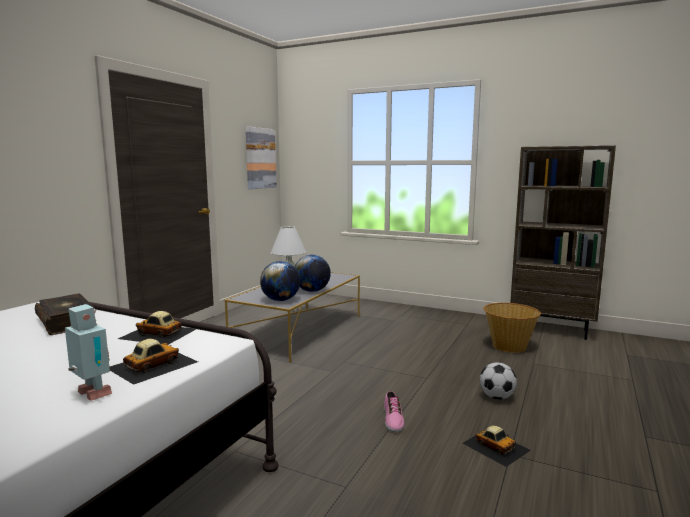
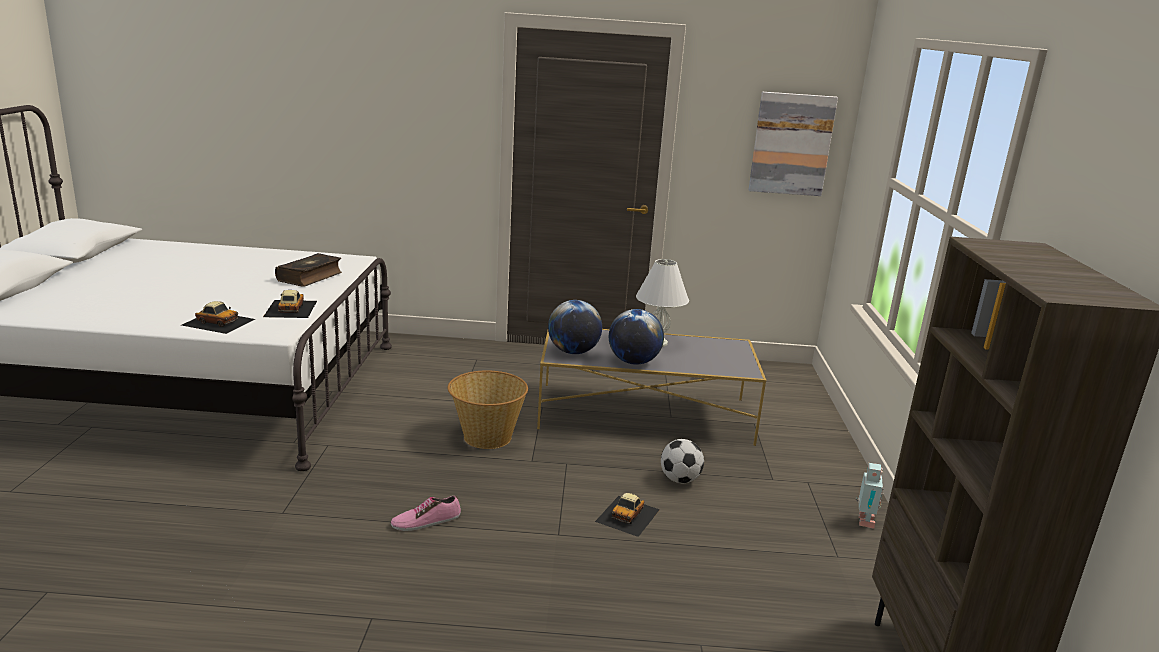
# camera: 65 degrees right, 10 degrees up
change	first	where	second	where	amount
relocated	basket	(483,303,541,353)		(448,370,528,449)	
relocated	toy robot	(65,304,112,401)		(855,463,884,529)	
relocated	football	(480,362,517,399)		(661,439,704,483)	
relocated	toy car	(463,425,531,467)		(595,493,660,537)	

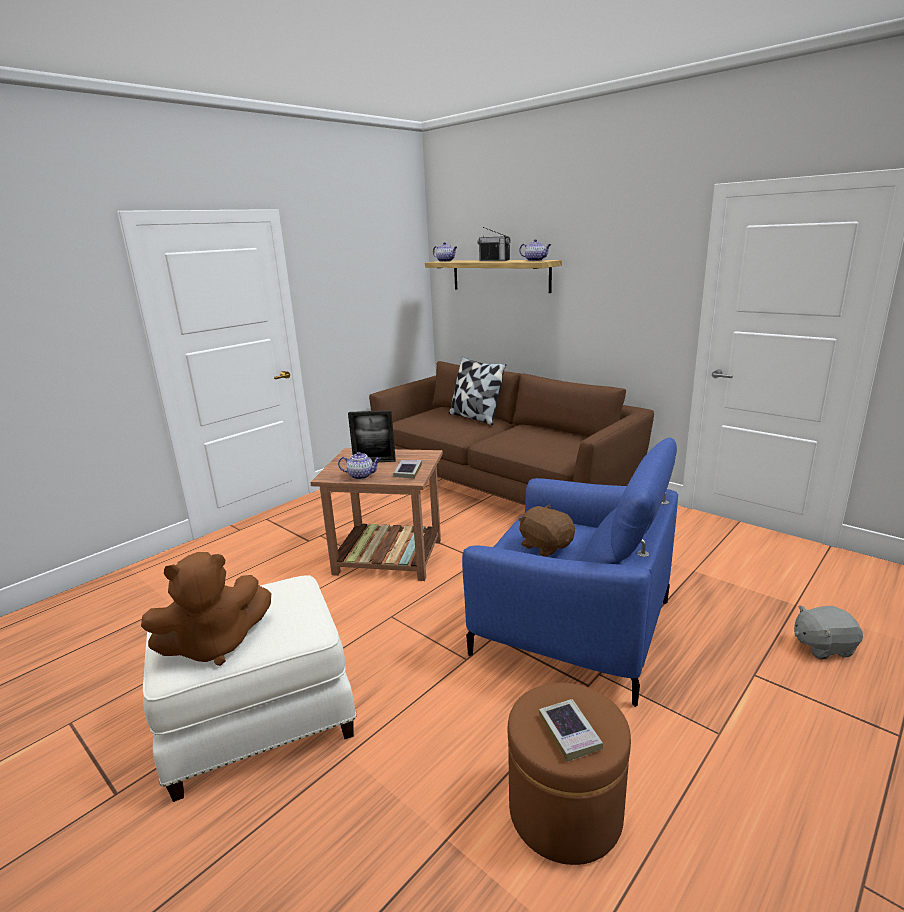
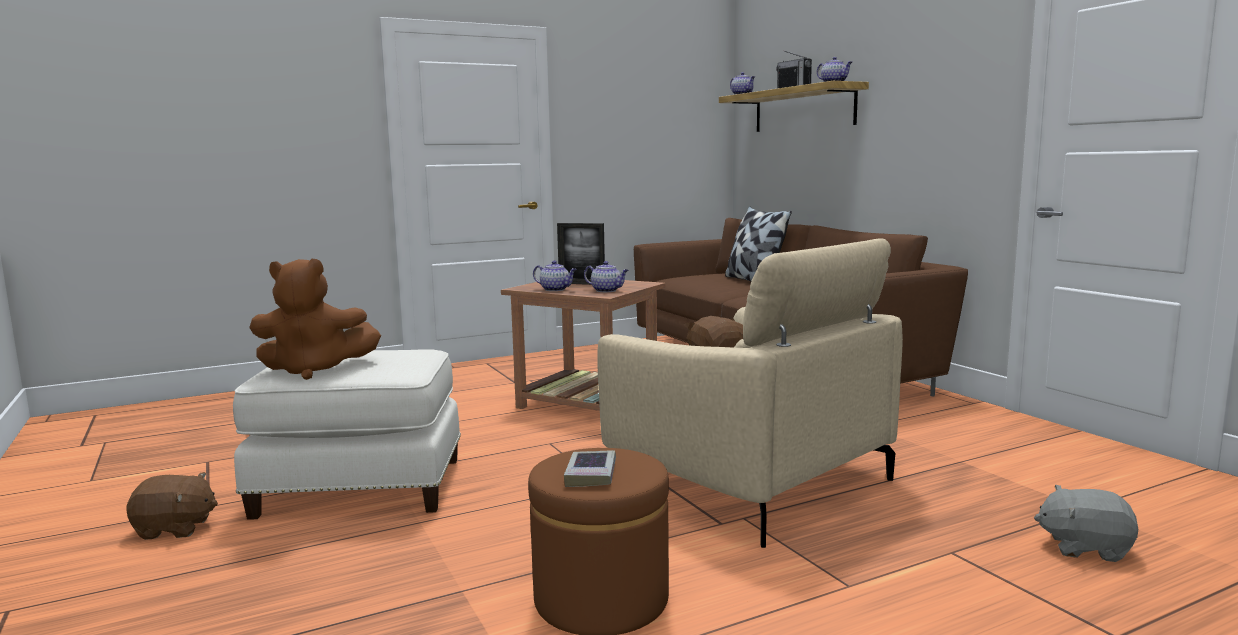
# camera: 20 degrees right, 10 degrees down
change	first	where	second	where	amount
colour	armchair (blue)	(462,438,678,707)	armchair (beige)	(597,238,903,548)	
exchanged	book	(393,460,422,479)	teapot	(584,261,629,292)	
appeared			plush toy (brown)	(126,472,218,540)	

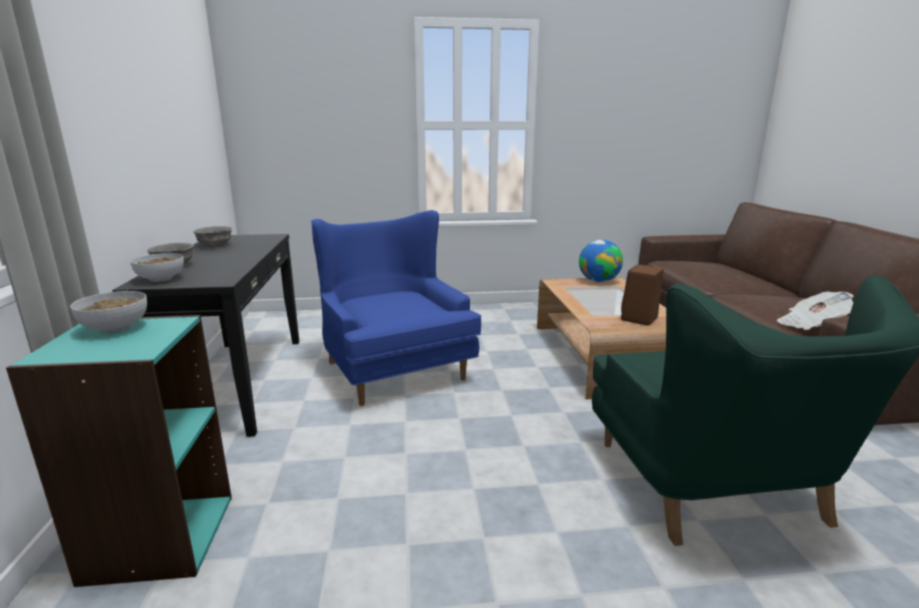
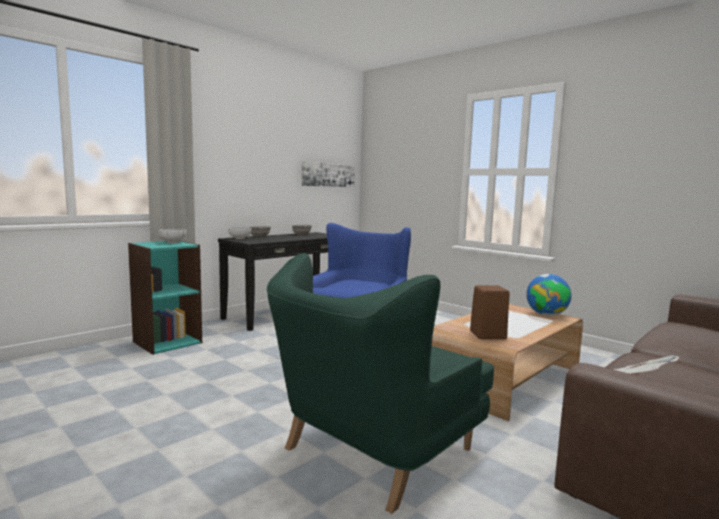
# camera: 50 degrees right, 10 degrees down
change	first	where	second	where	amount
appeared			picture	(302,161,355,187)	

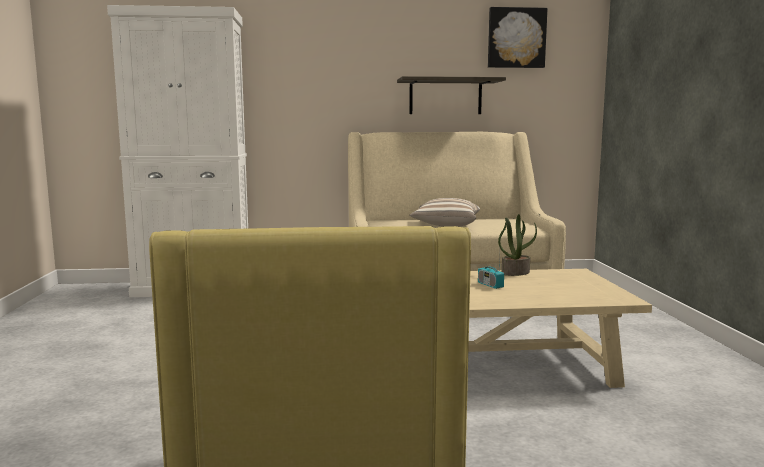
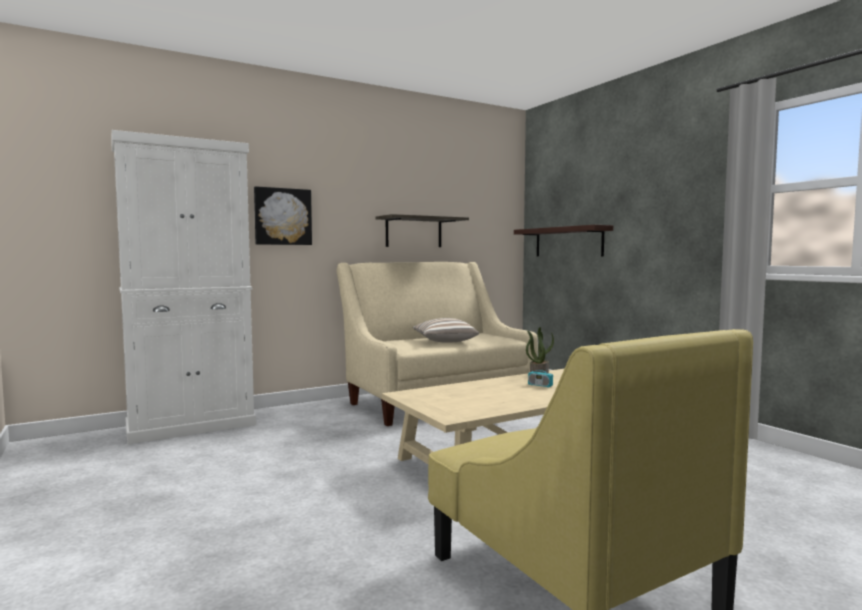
# camera: 25 degrees left, 5 degrees down
change	first	where	second	where	amount
relocated	picture	(488,7,547,68)		(254,186,312,245)	
appeared			shelf	(514,225,613,257)	

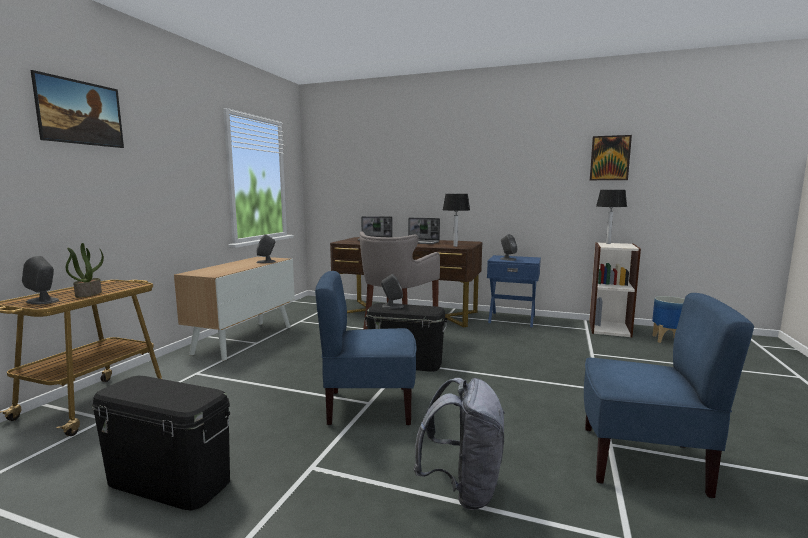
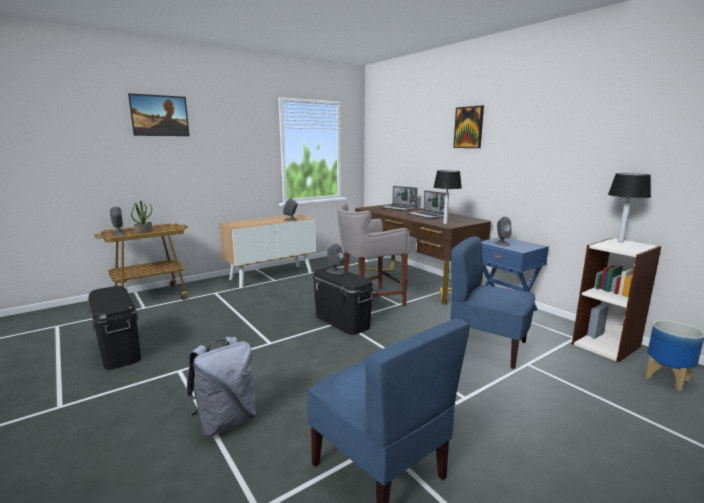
# camera: 35 degrees right, 5 degrees up
change	first	where	second	where	amount
relocated	picture	(590,135,632,180)		(453,105,484,148)	
relocated	chair (blue)	(315,271,417,426)		(451,237,535,369)	

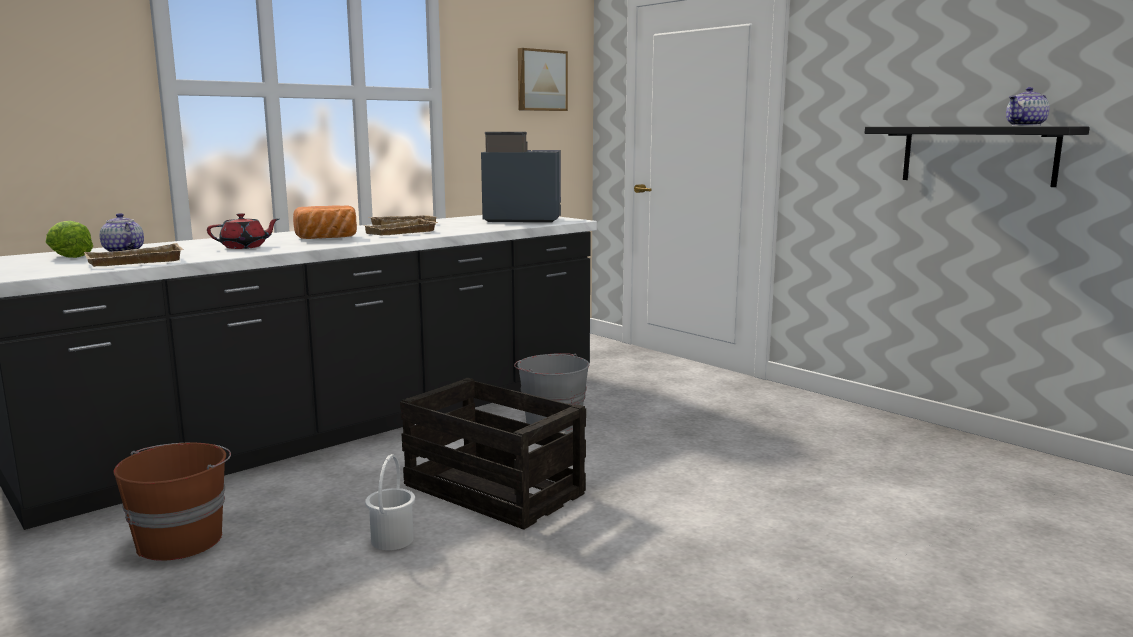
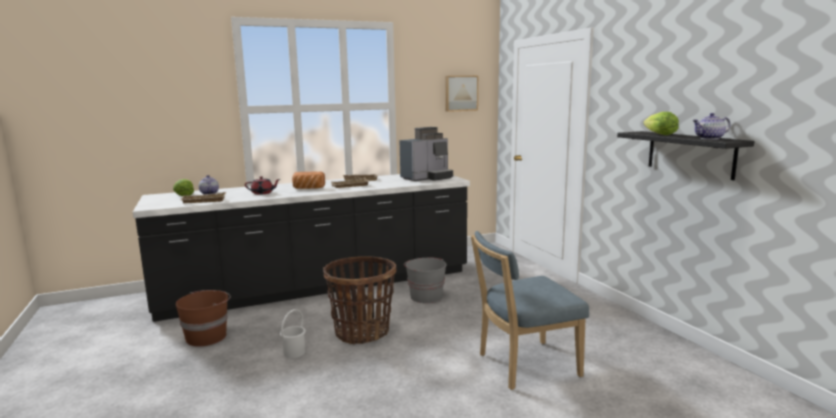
# camera: 20 degrees right, 0 degrees up
change	first	where	second	where	amount
spun	coffee machine	(481,132,561,223)		(399,127,453,181)	120 degrees clockwise
exchanged	crate	(400,378,586,530)	basket	(323,256,396,345)	
appeared			lettuce	(643,112,679,135)	
appeared			chair (blue)	(471,231,589,390)	

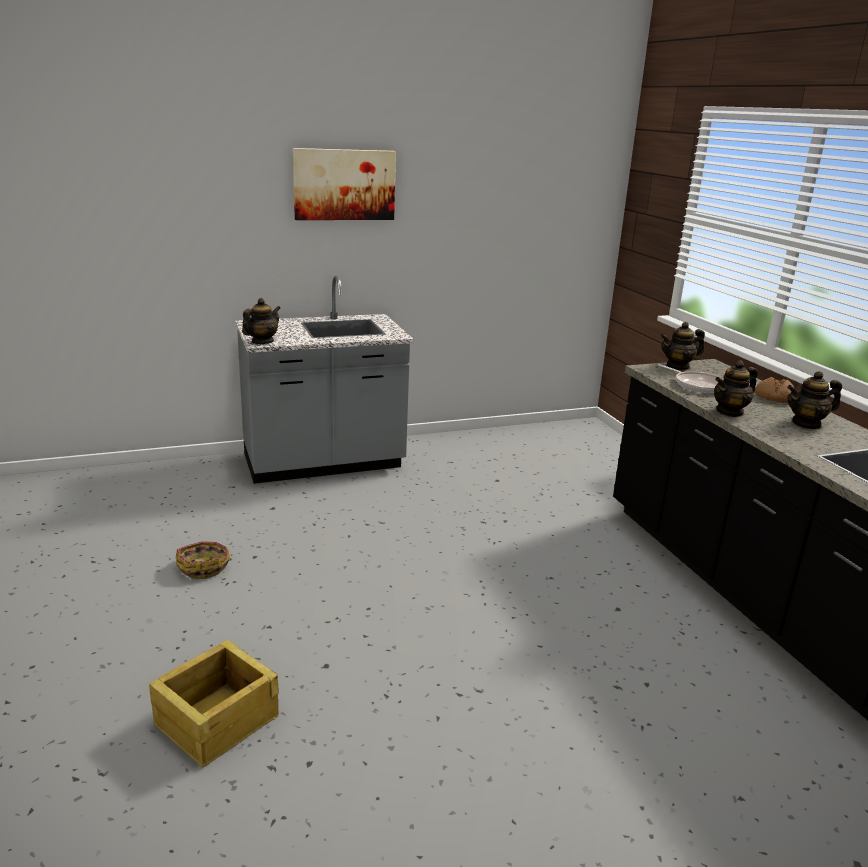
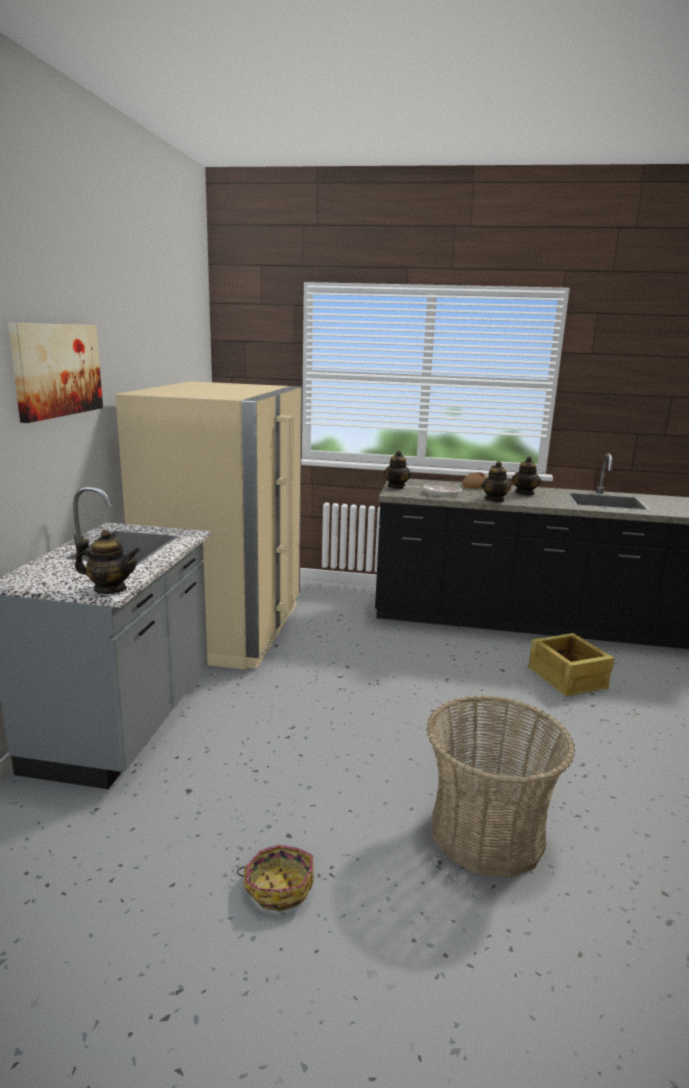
# camera: 60 degrees left, 5 degrees down
change	first	where	second	where	amount
spun	teapot	(242,298,280,344)		(75,530,140,594)	120 degrees clockwise
relocated	crate	(149,639,278,768)		(528,633,614,697)	
appeared			fridge (beige)	(115,381,302,670)	
appeared			basket	(426,695,575,878)	

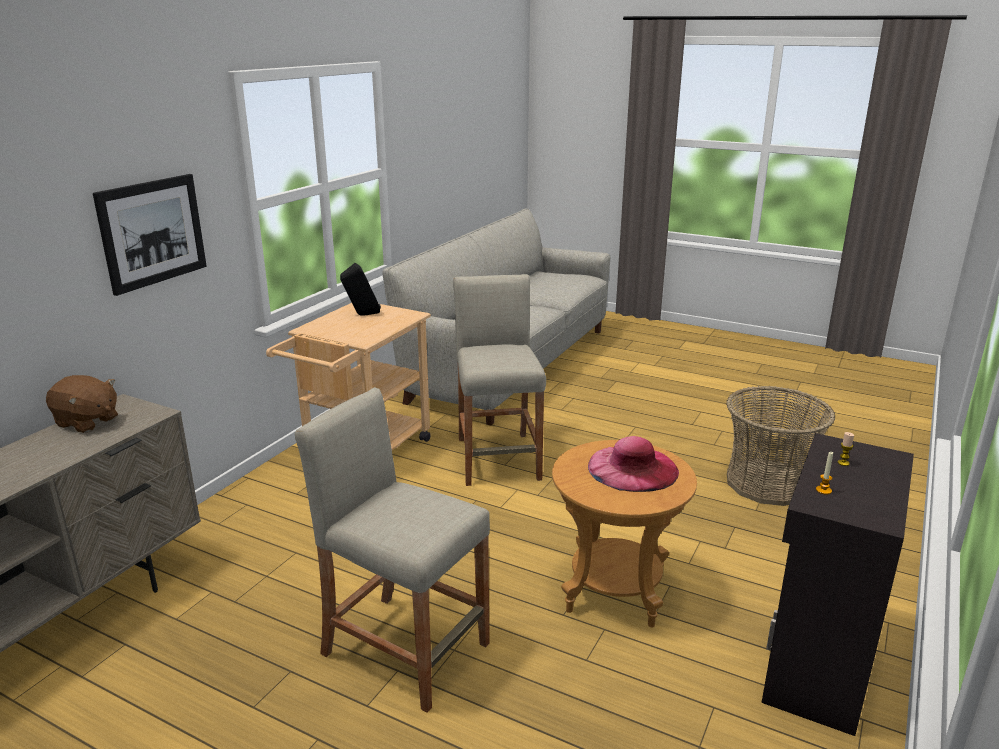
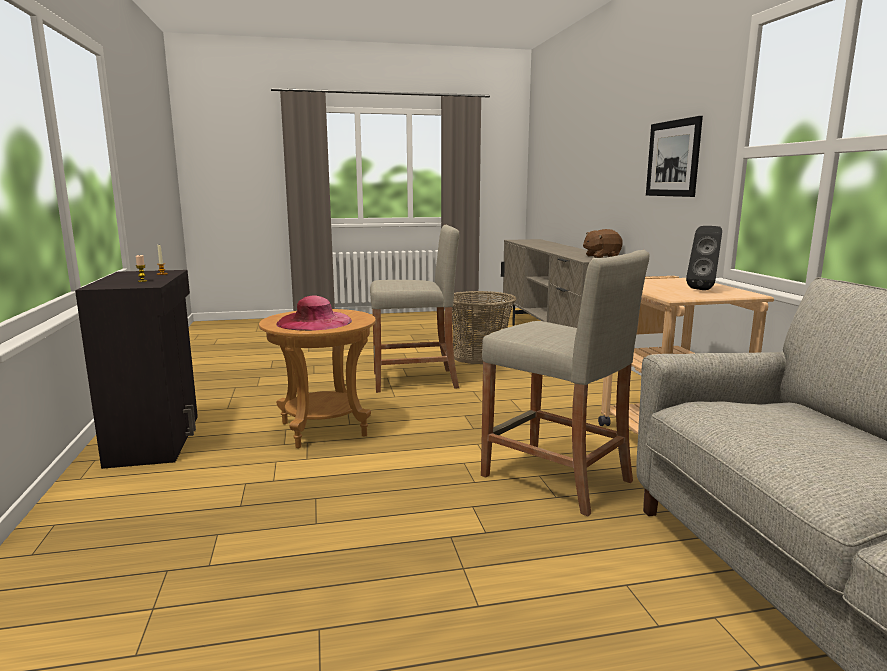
# camera: 140 degrees right, 10 degrees down
change	first	where	second	where	amount
relocated	basket	(726,386,835,506)		(452,291,517,364)	

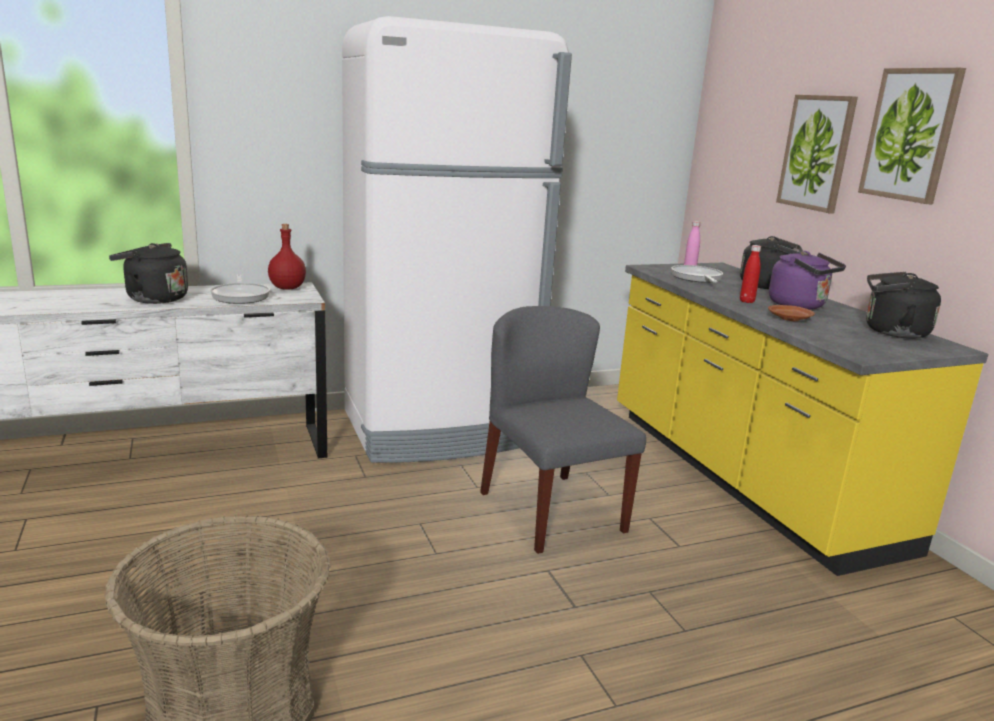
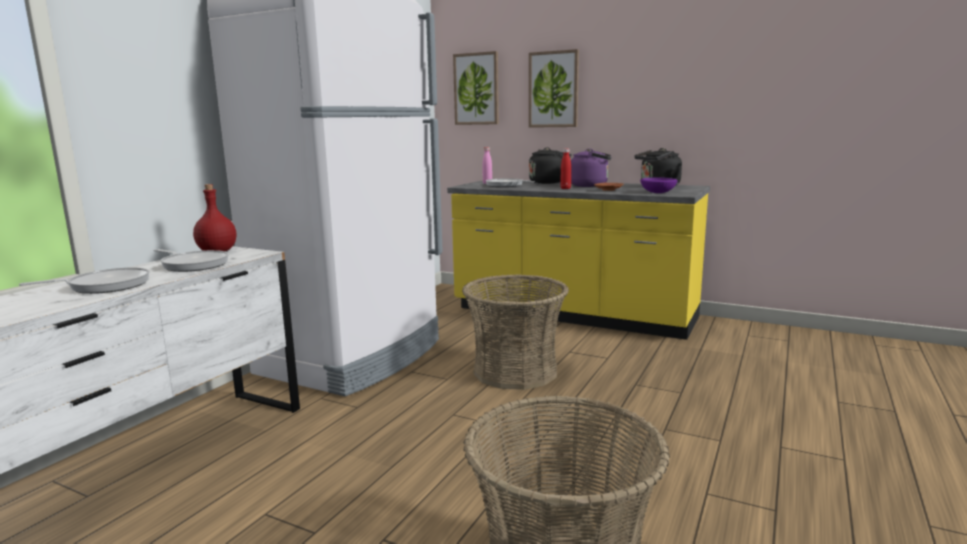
# camera: 40 degrees left, 5 degrees down
change	first	where	second	where	amount
relocated	picture	(858,68,966,204)		(453,51,499,125)	
exchanged	kettle (black)	(109,243,188,304)	frying pan	(19,267,150,294)	
exchanged	chair (grey)	(480,306,646,554)	basket	(462,274,569,390)	
appeared			bowl (purple)	(640,177,678,193)	

